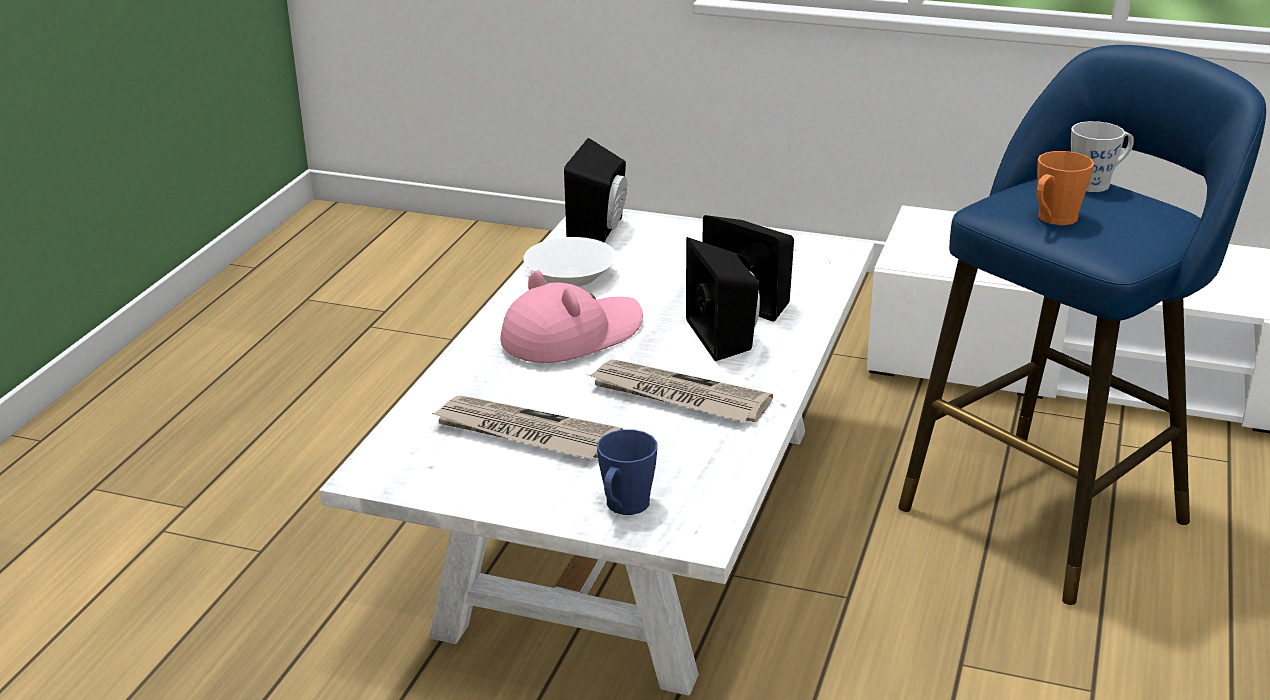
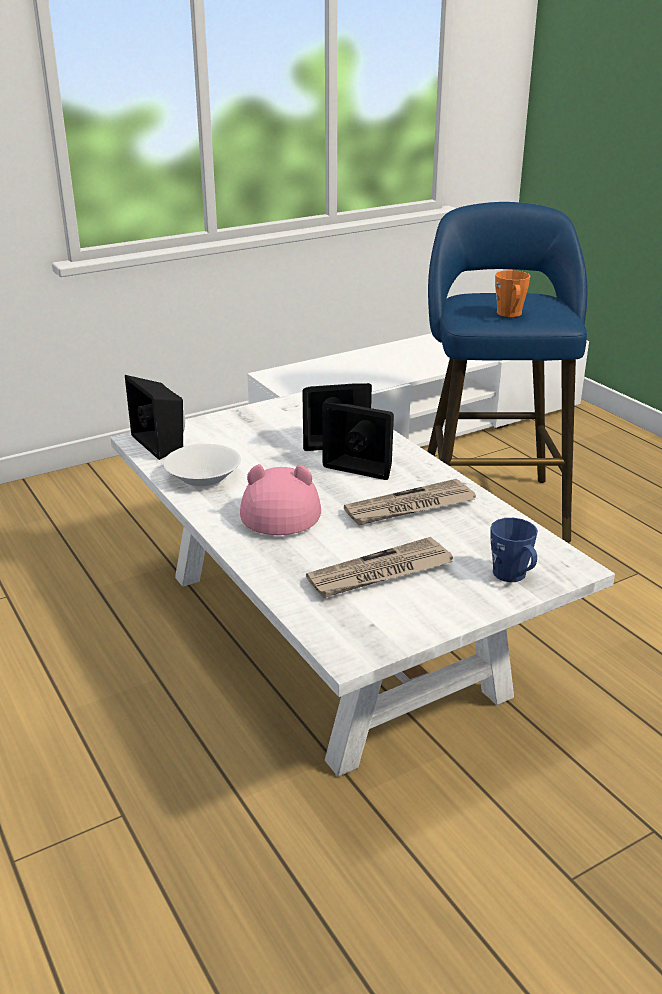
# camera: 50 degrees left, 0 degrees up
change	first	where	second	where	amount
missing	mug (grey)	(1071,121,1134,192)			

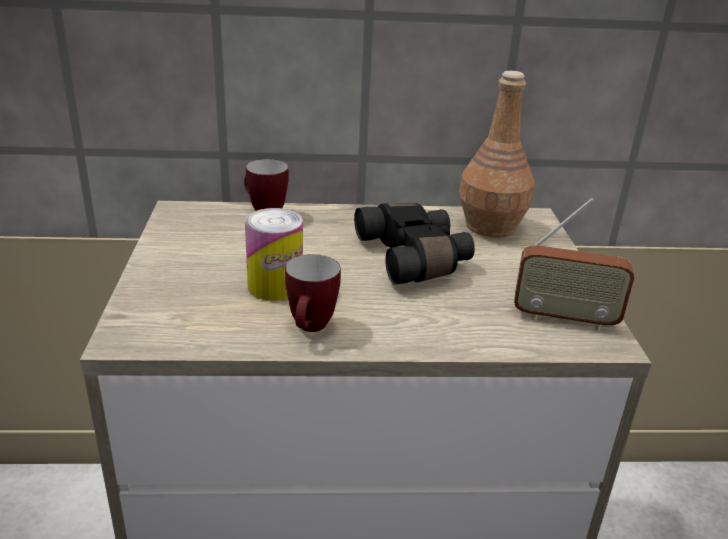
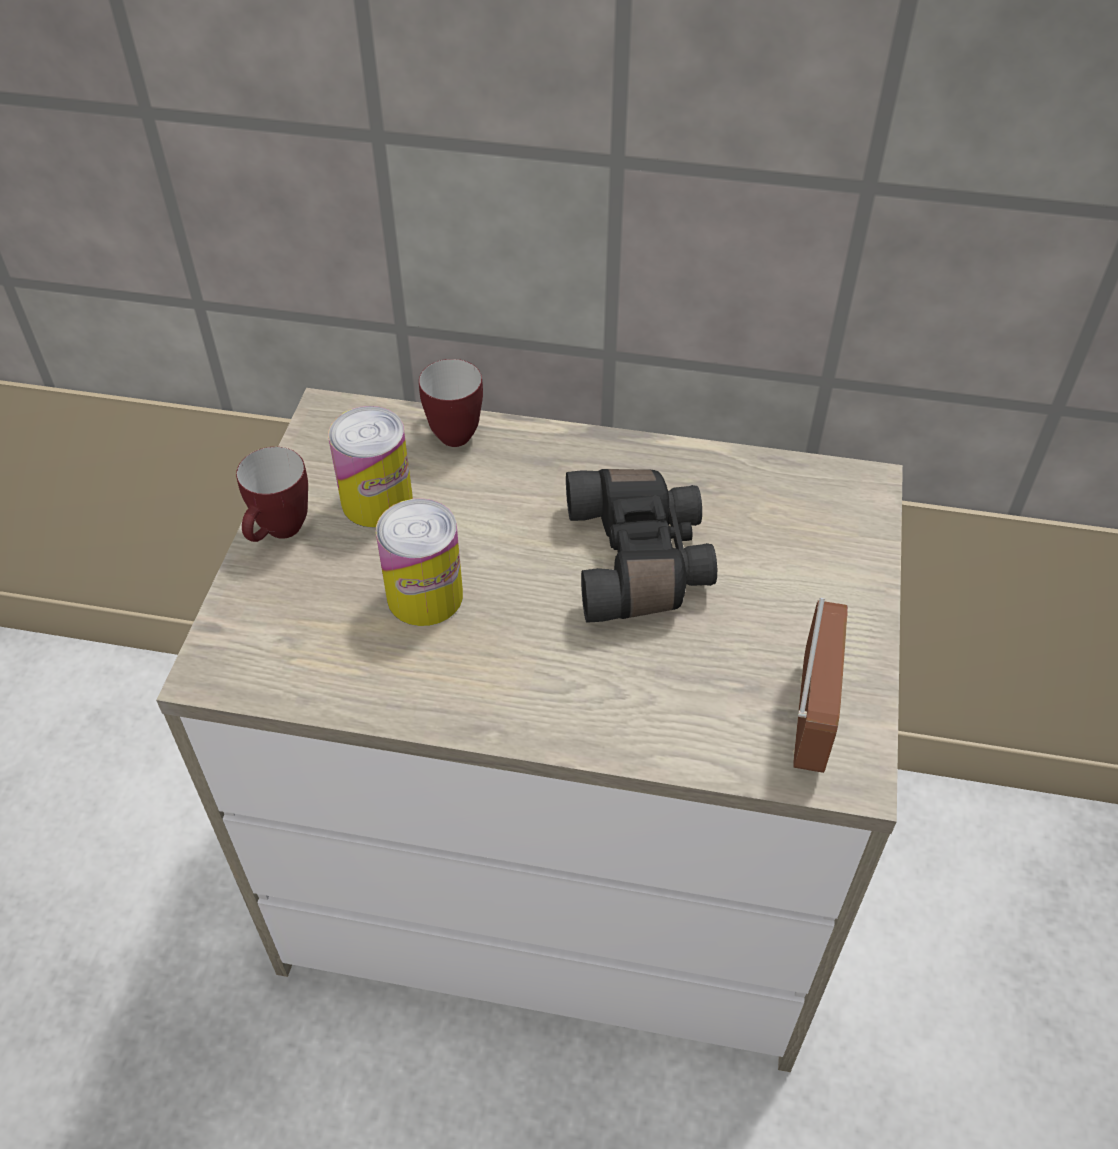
# camera: 15 degrees right, 20 degrees up
change	first	where	second	where	amount
missing	bottle (brown)	(459,71,535,238)			
spun	radio	(514,198,634,331)		(792,598,848,773)	105 degrees counterclockwise
relocated	mug	(285,254,341,332)		(236,447,308,542)	
appeared			can	(328,406,413,528)	

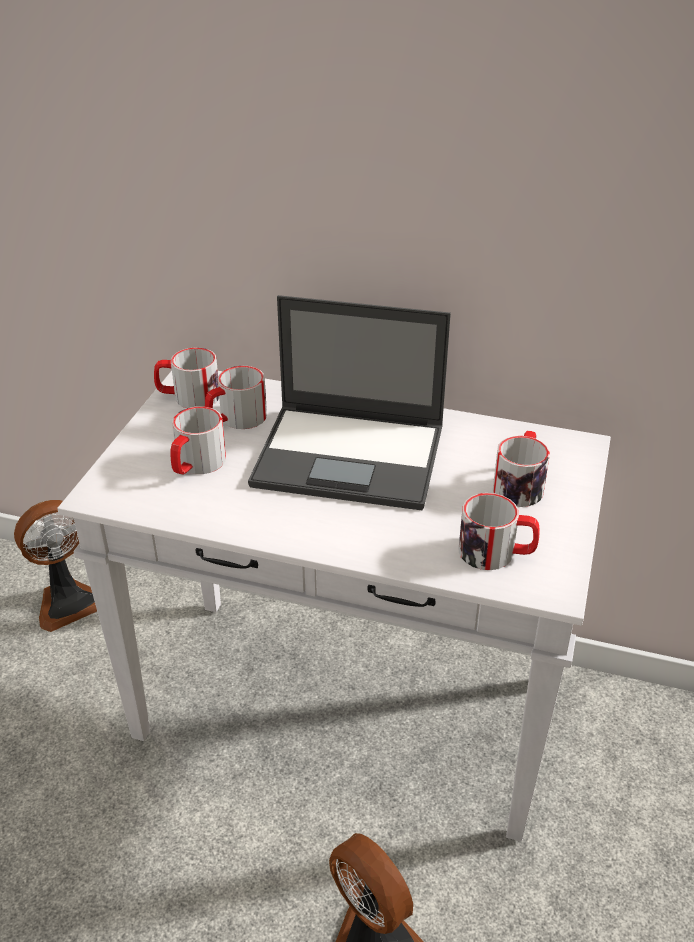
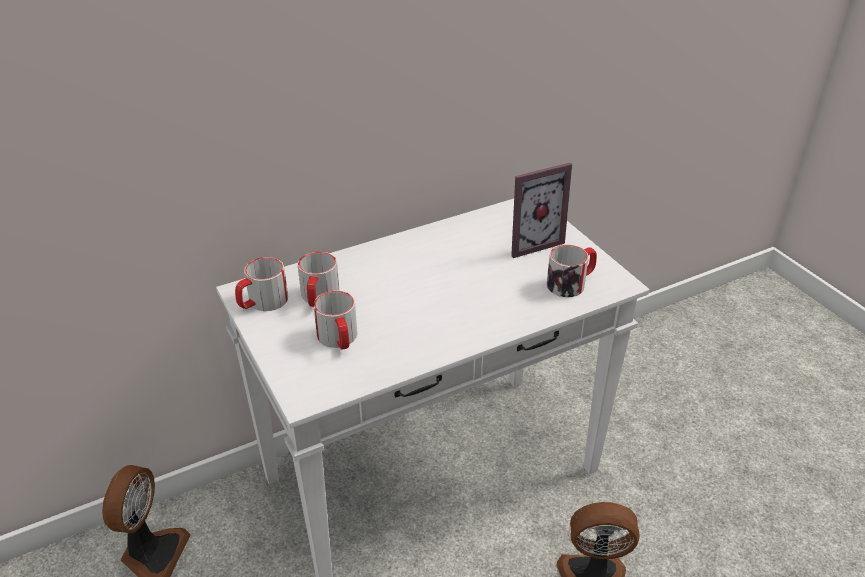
# camera: 45 degrees left, 0 degrees up
change	first	where	second	where	amount
missing	laptop	(248,295,451,510)			
exchanged	mug	(493,431,550,507)	picture frame	(511,163,572,258)	

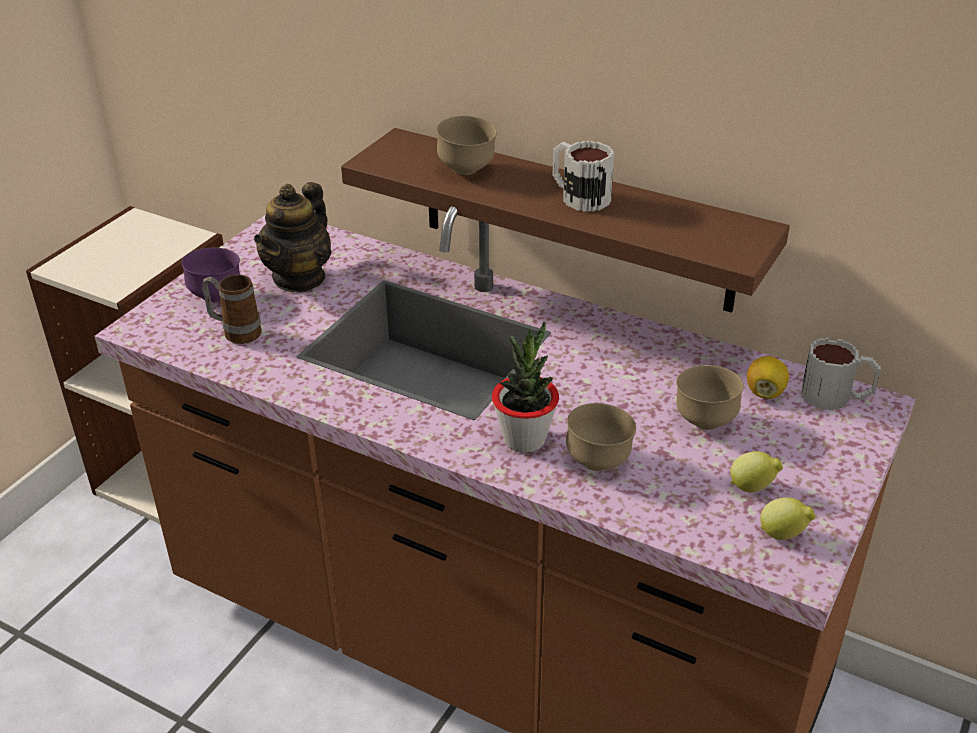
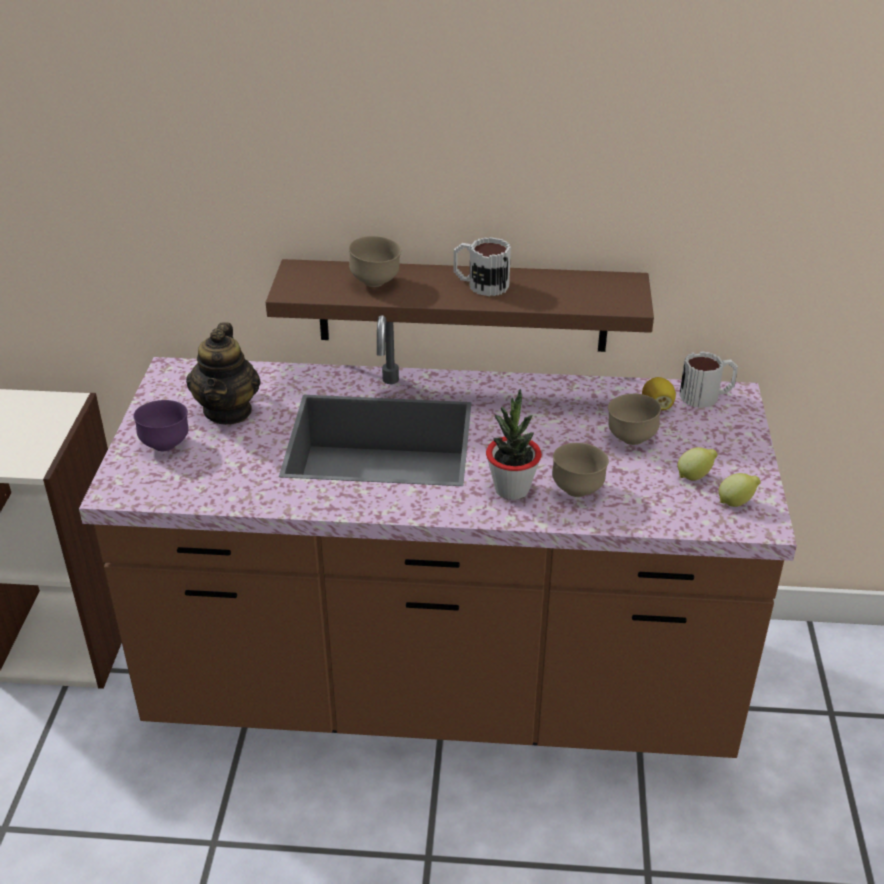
# camera: 25 degrees left, 0 degrees up
change	first	where	second	where	amount
missing	mug	(202,274,262,344)			

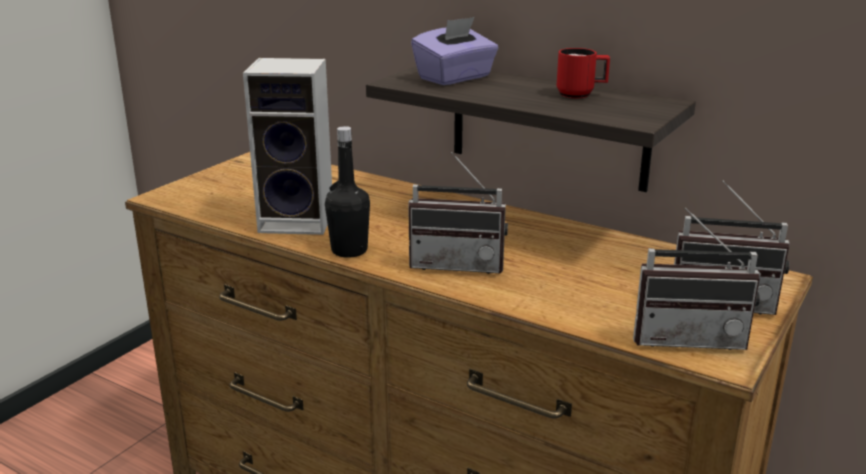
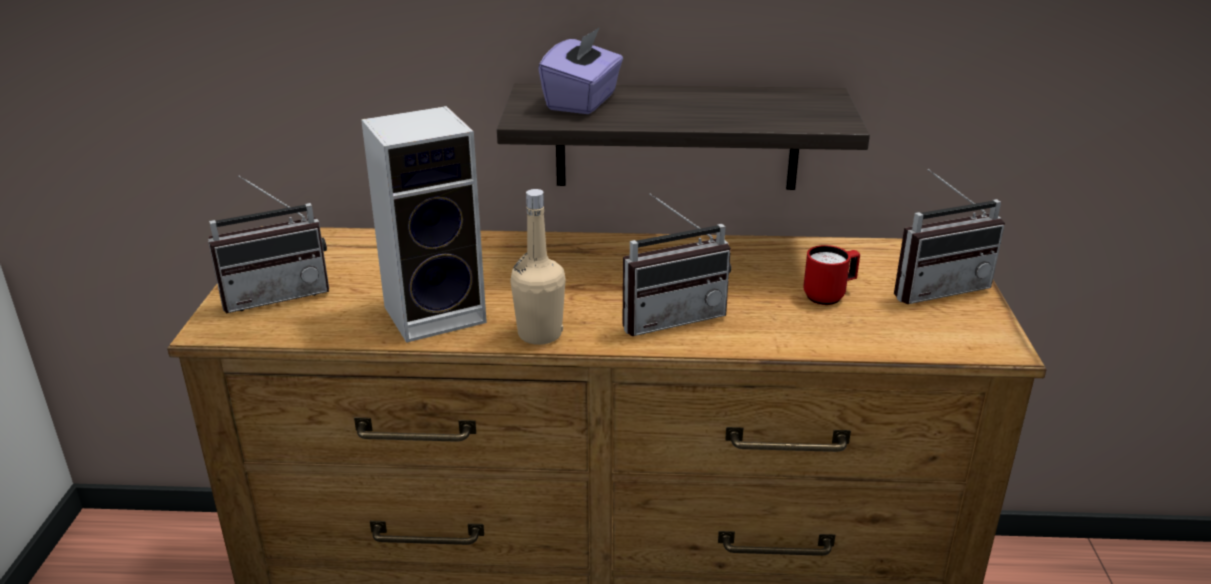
# camera: 30 degrees left, 5 degrees up
change	first	where	second	where	amount
relocated	mug (red)	(557,48,610,98)		(803,245,860,305)	
colour	bottle (black)	(325,126,370,258)	bottle (beige)	(510,189,566,345)	
relocated	radio	(633,207,760,350)		(208,175,329,313)	

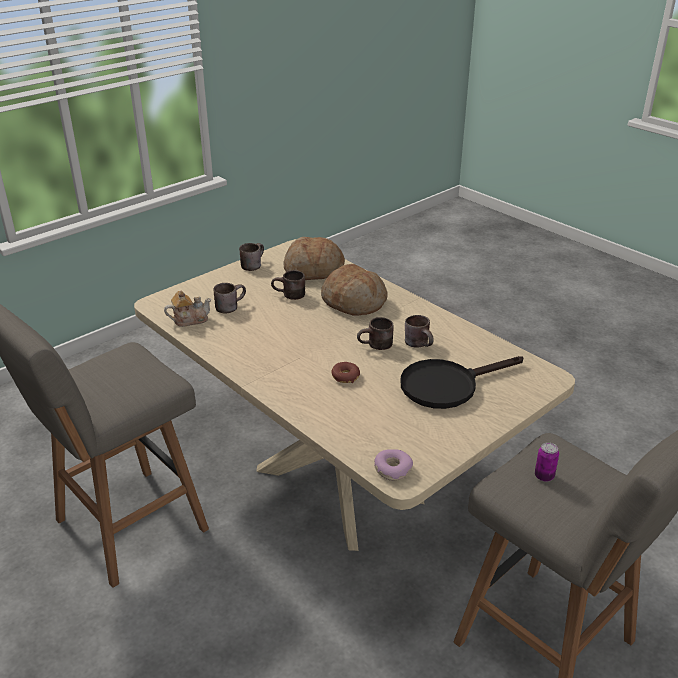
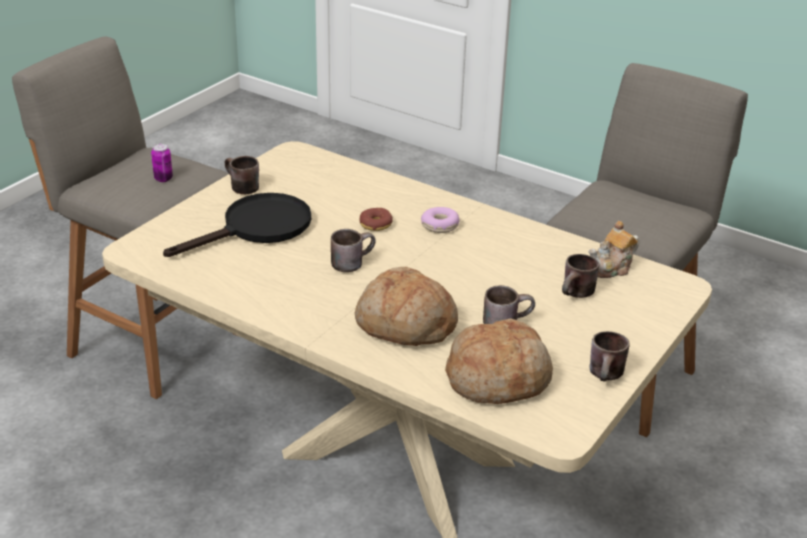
# camera: 165 degrees right, 0 degrees up
change	first	where	second	where	amount
relocated	mug (brown)	(405,315,434,347)		(225,156,259,194)	
relocated	donut	(374,449,413,481)		(421,207,460,233)	

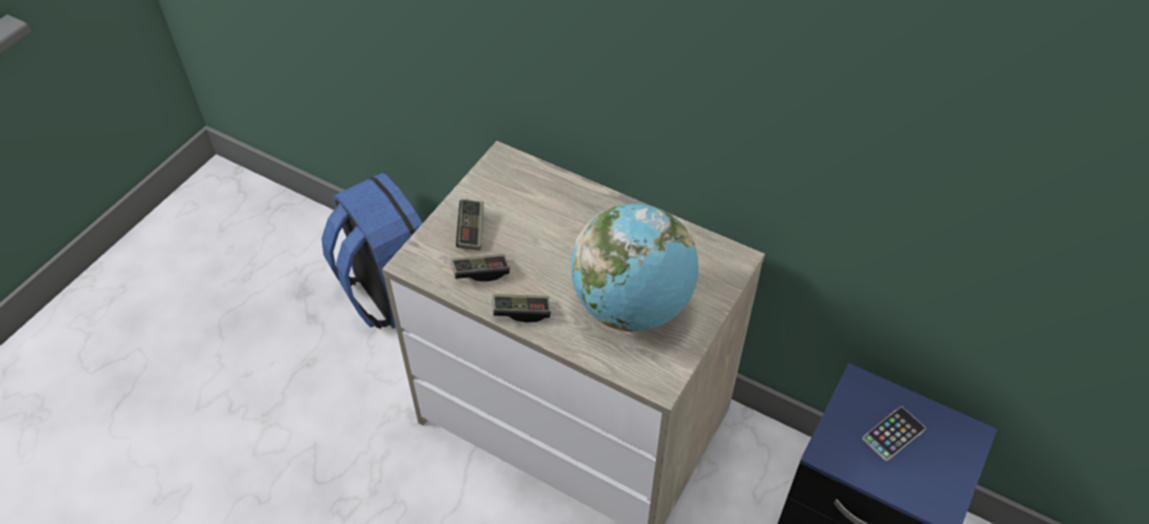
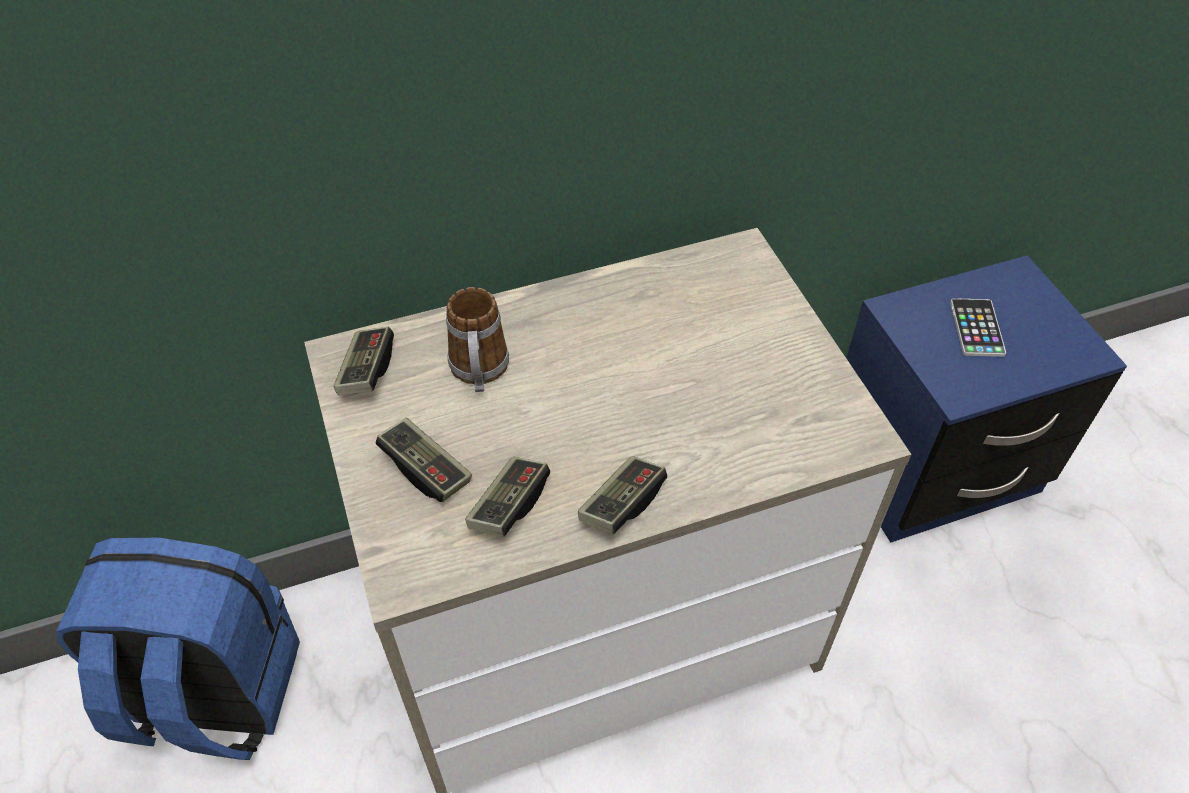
# camera: 50 degrees left, 0 degrees up
change	first	where	second	where	amount
missing	globe	(571,204,698,332)			
appeared			mug	(446,287,509,392)	
appeared			game controller	(333,327,394,395)	

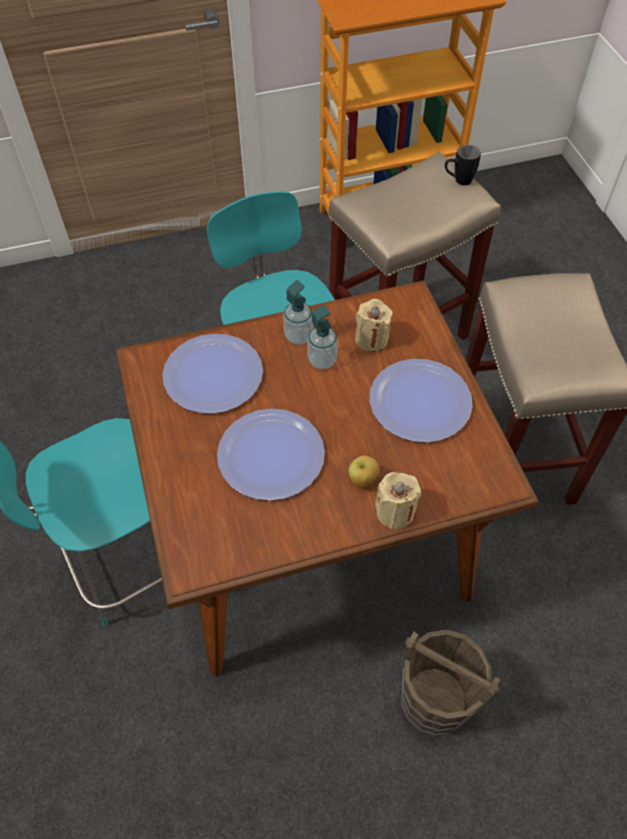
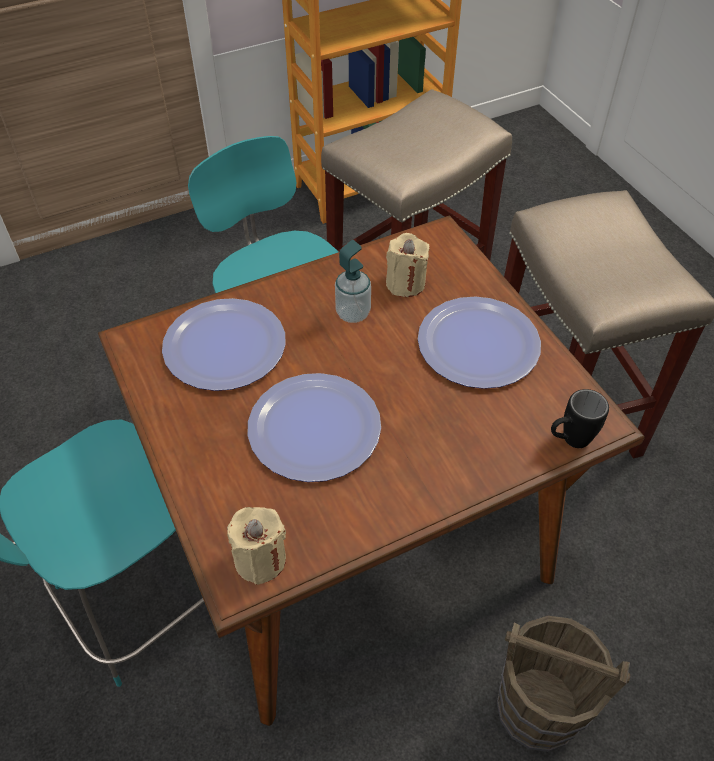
# camera: 10 degrees left, 5 degrees down
change	first	where	second	where	amount
relocated	mug (black)	(445,145,481,185)		(551,389,609,448)	
missing	soap dispenser	(283,280,313,345)			
missing	apple	(349,456,379,488)			
relocated	candle (beige)	(375,472,421,530)		(227,507,286,585)	

